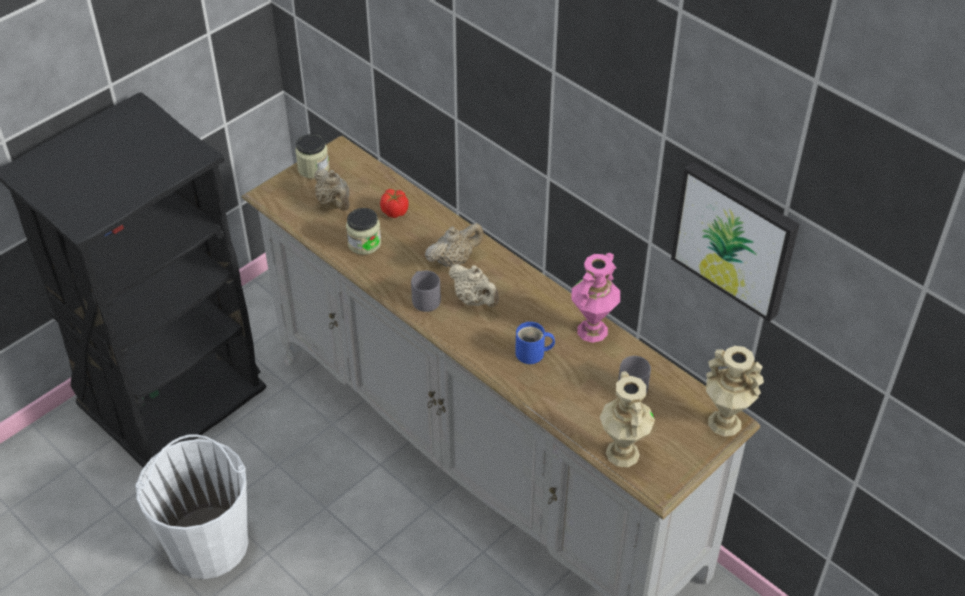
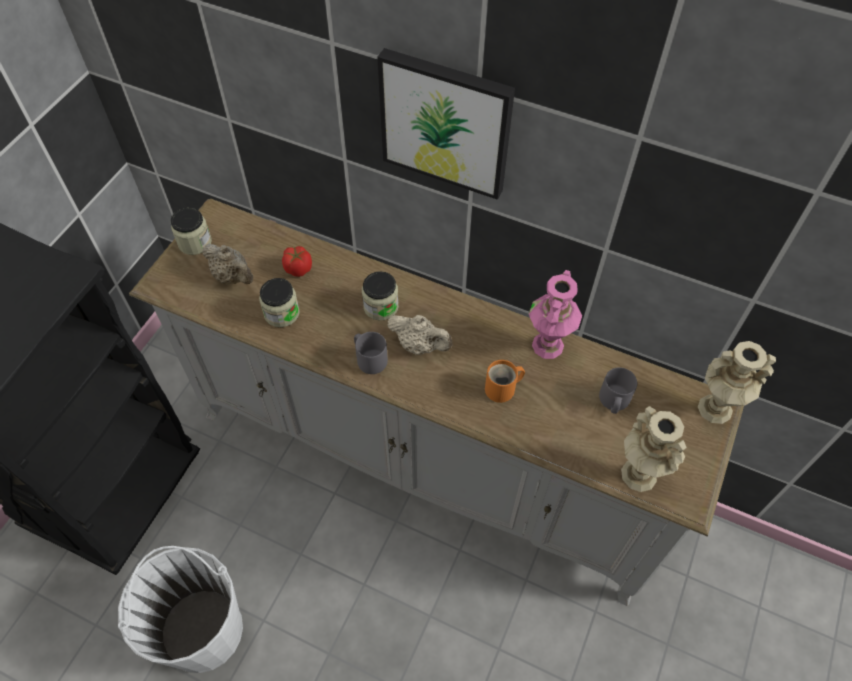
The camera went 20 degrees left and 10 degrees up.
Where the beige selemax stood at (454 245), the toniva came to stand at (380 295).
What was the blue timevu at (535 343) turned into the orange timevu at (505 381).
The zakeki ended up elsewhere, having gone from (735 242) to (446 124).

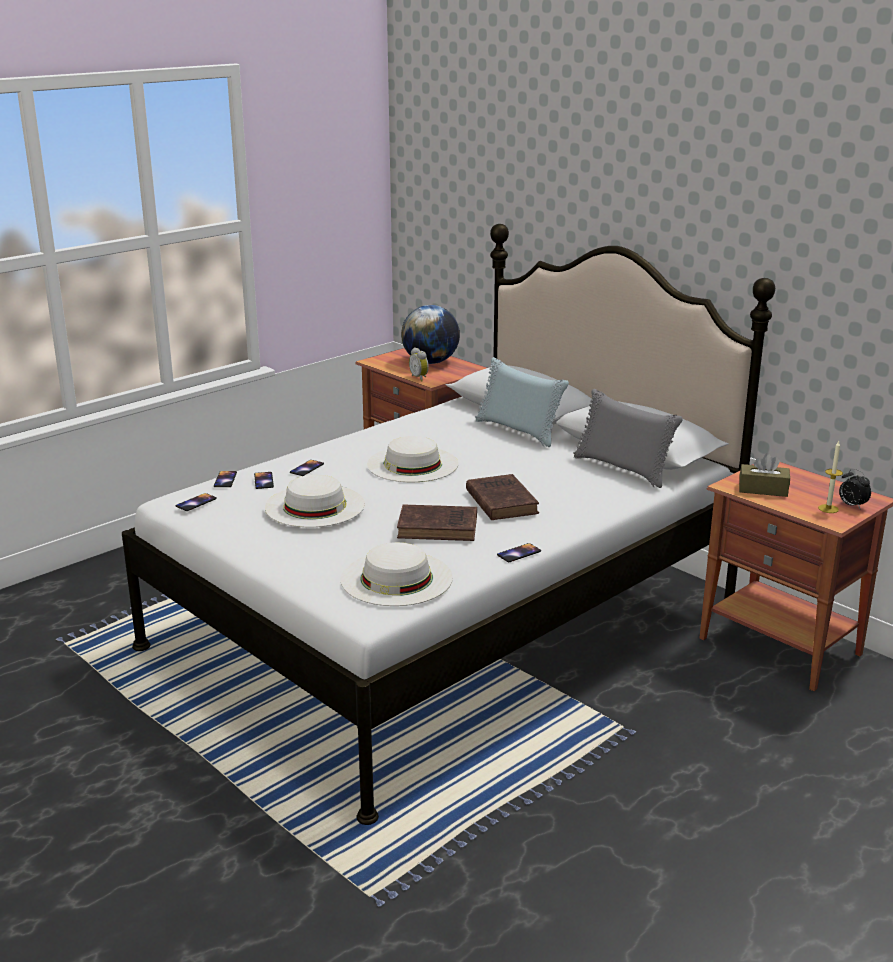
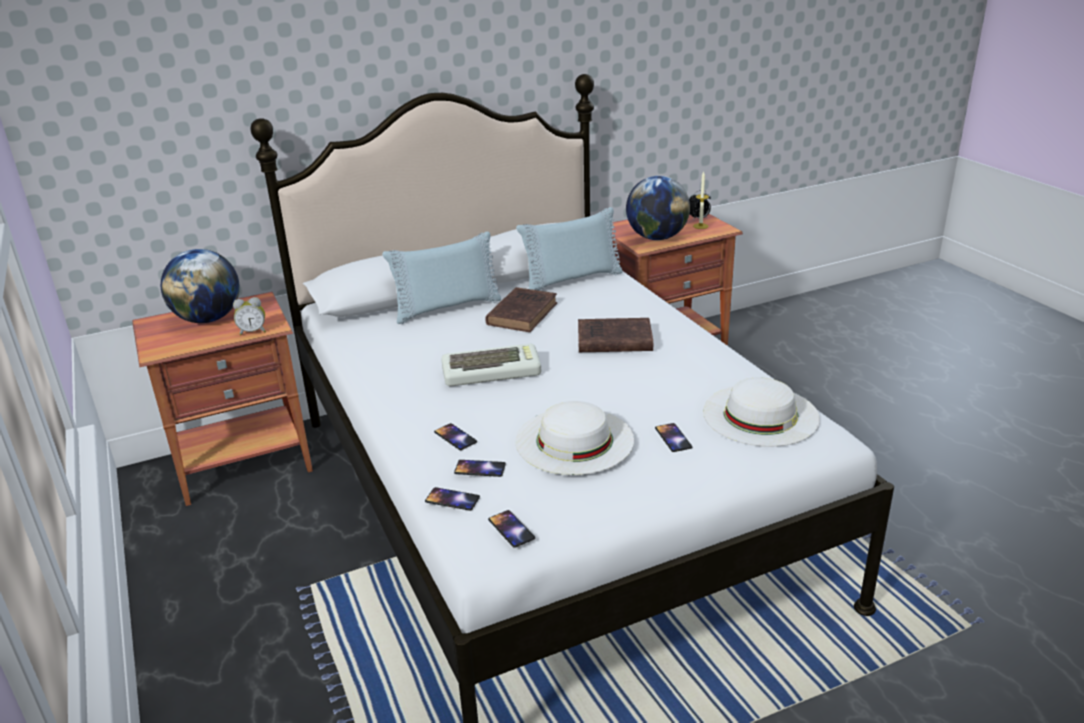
The camera went 70 degrees left and 5 degrees up.
Where the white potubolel stood at (412 459), the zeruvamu came to stand at (491 365).
The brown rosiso ended up elsewhere, having gone from (437 522) to (521 309).
The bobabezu ended up elsewhere, having gone from (519 552) to (673 437).
What was the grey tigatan at (628 438) turned into the blue tigatan at (569 249).
Where the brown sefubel stood at (764 475), the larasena came to stand at (658 208).

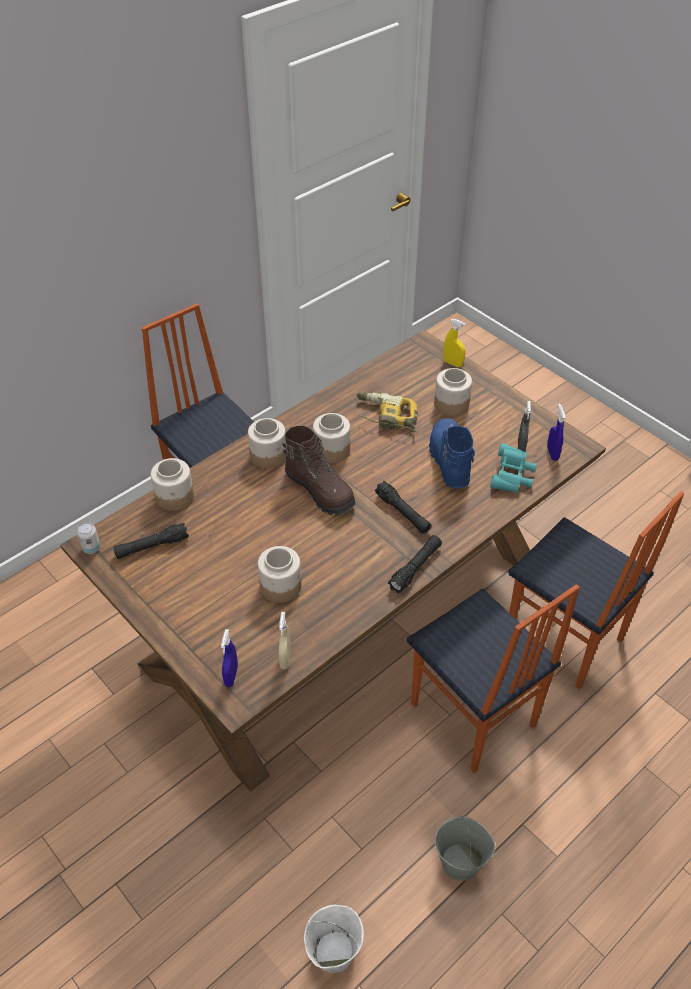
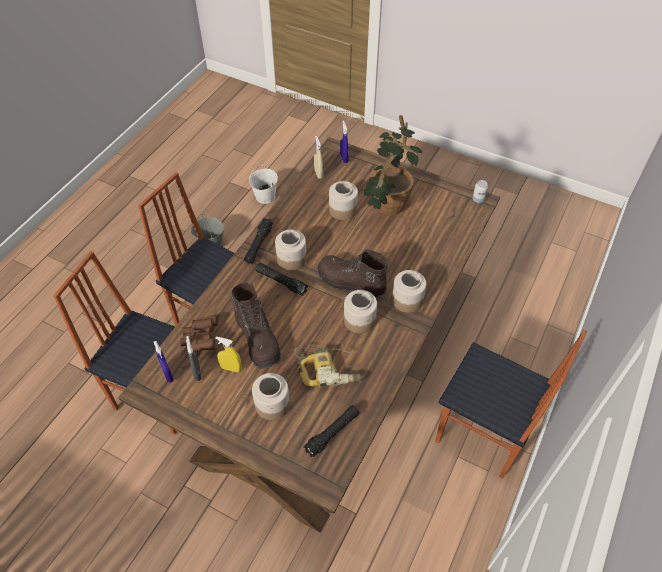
The camera went 160 degrees right and 5 degrees up.
The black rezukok ended up elsewhere, having gone from (151 541) to (331 431).
The toniva ended up elsewhere, having gone from (172 484) to (291 250).
What was the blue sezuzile at (452 453) turned into the brown sezuzile at (255 325).
The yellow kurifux ended up elsewhere, having gone from (454 343) to (228 355).
What was the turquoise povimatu at (513 468) turned into the brown povimatu at (199 333).
The second view gained the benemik at (393 165).

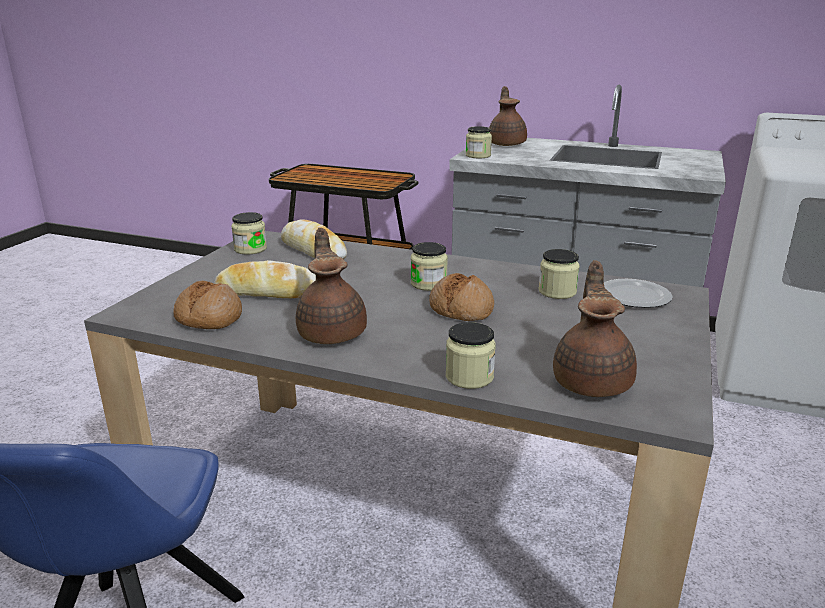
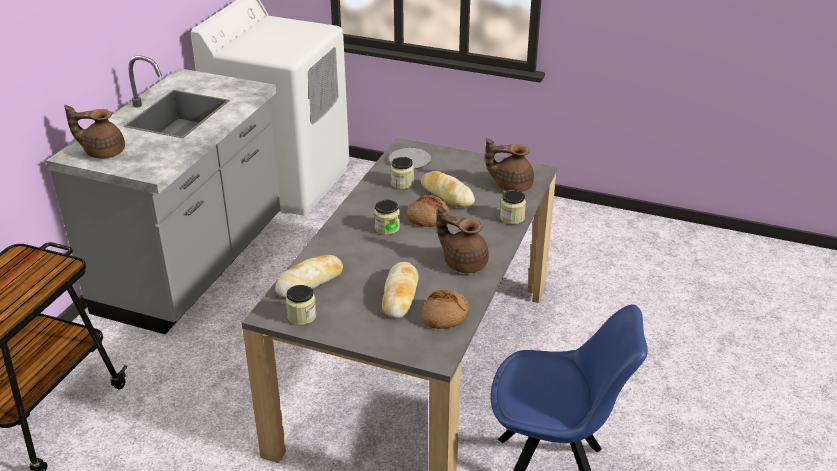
The camera went 90 degrees left and 10 degrees up.
The brown selemax at (331 286) ended up facing another way, 45 degrees clockwise from before.
The second view lost the toniva at (479 142).
The second view gained the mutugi at (448 189).

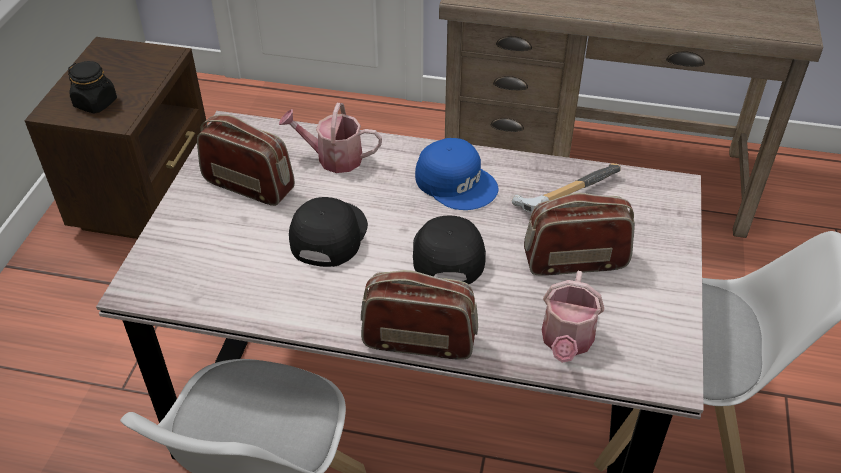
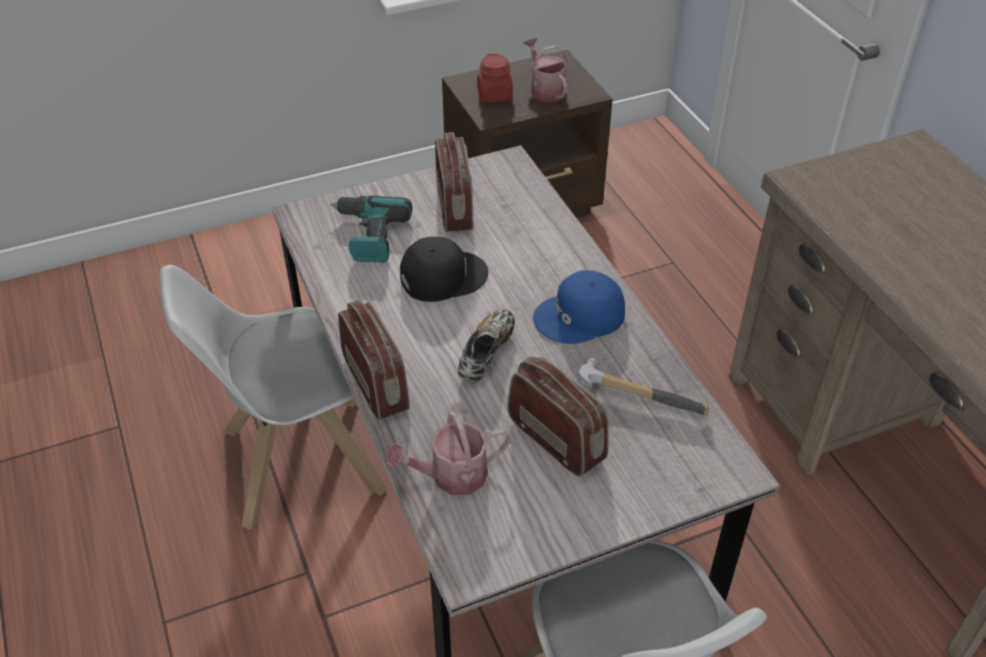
The camera went 55 degrees right and 0 degrees up.
What was the black toniva at (92 87) turned into the red toniva at (495 77).
The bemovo ended up elsewhere, having gone from (330 138) to (545 70).
Where the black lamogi stood at (449 249), the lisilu came to stand at (486 346).
The blue lamogi at (456 174) ended up facing another way, 60 degrees clockwise from before.
The second view gained the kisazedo at (371 229).

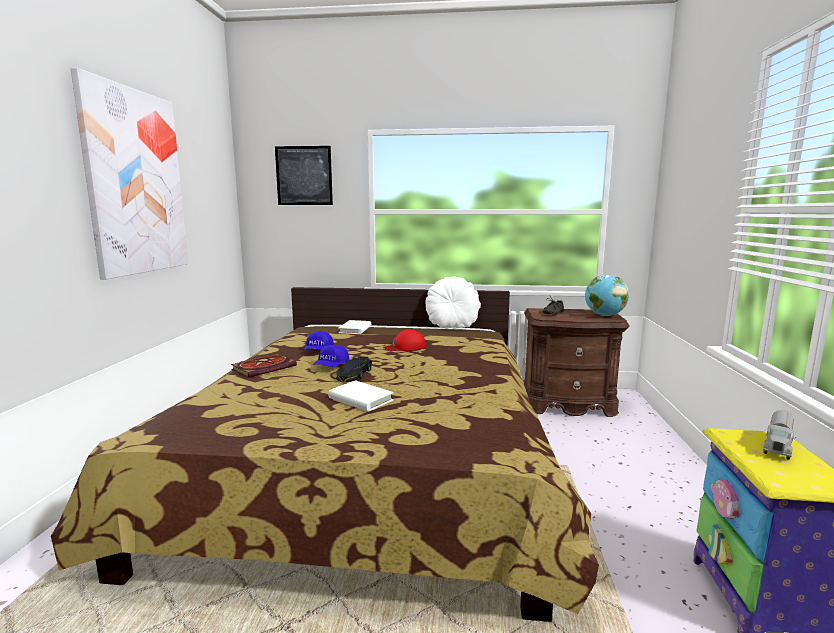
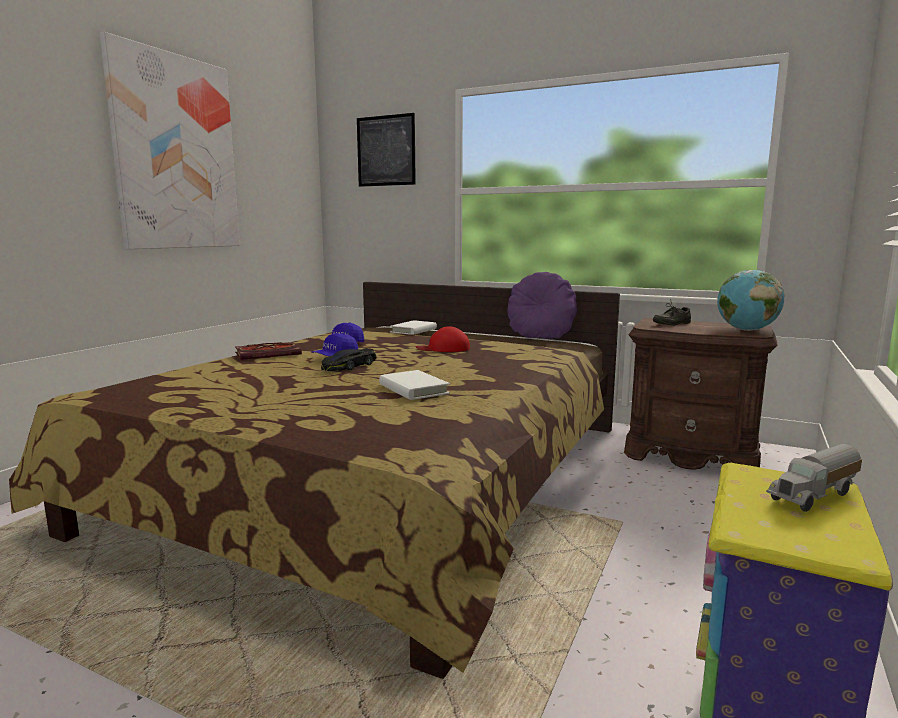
The camera went 20 degrees right and 0 degrees up.
The white rosiso ended up elsewhere, having gone from (361 396) to (414 385).
What was the white tigatan at (453 302) turned into the purple tigatan at (542 305).

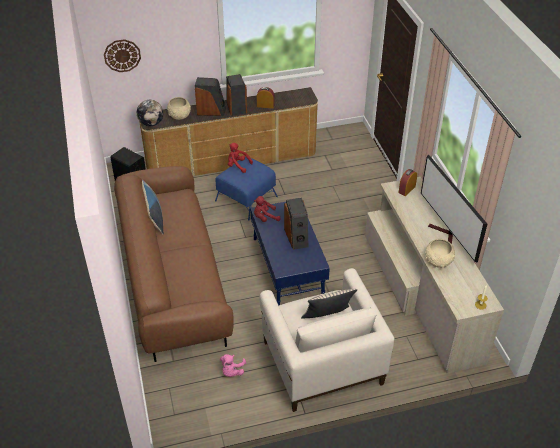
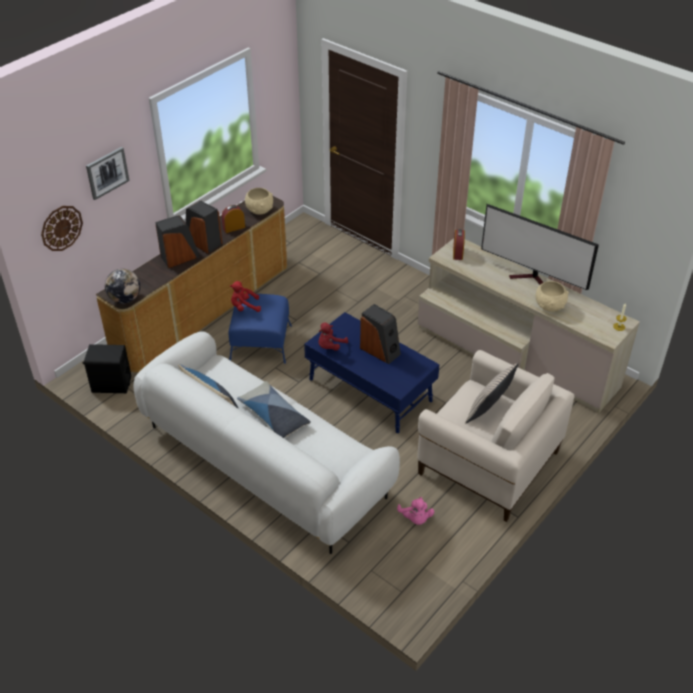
The camera went 35 degrees left and 0 degrees up.
What was the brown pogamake at (174 264) turned into the white pogamake at (267 442).
The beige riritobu ended up elsewhere, having gone from (179 108) to (259 201).
The second view gained the zakeki at (107 173).
The second view gained the tigatan at (274 409).

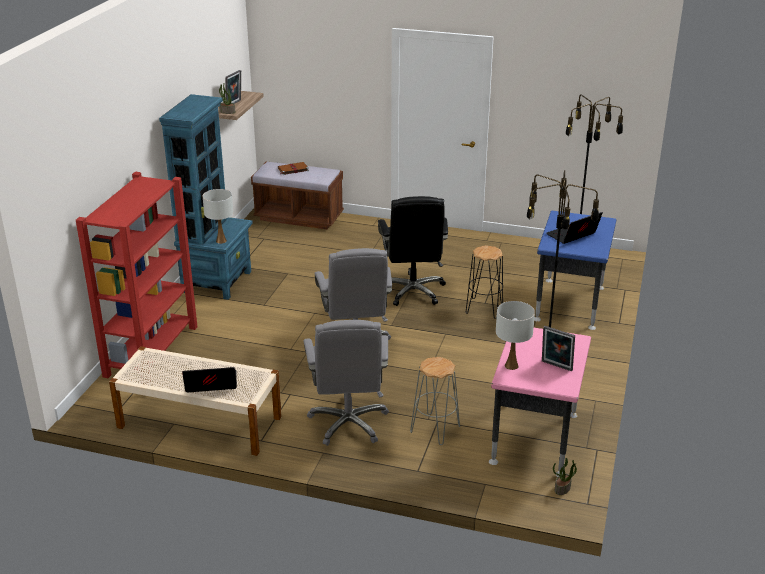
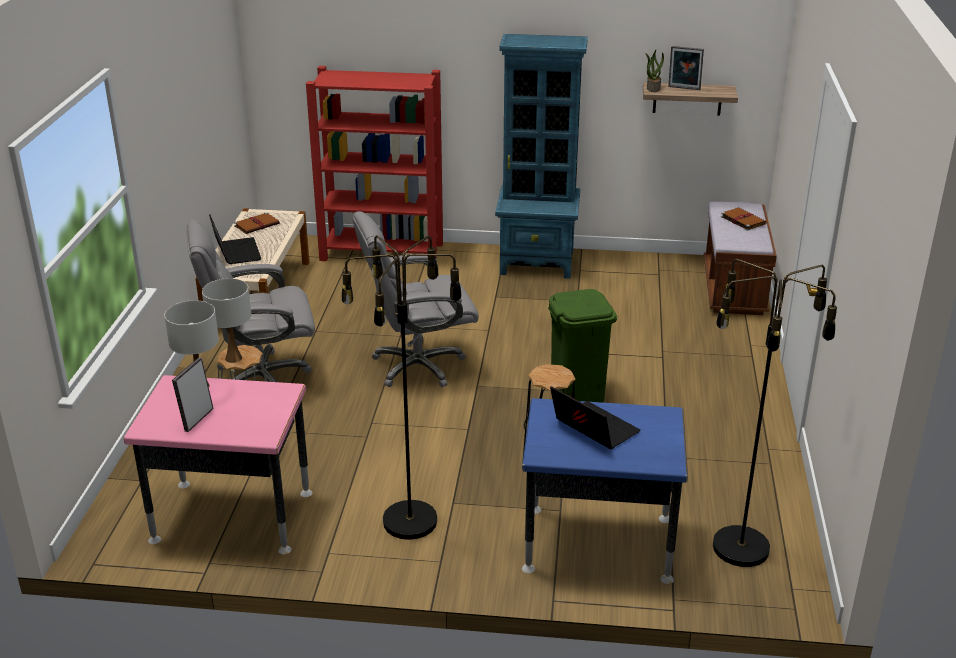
The camera went 80 degrees right and 0 degrees up.
The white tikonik ended up elsewhere, having gone from (218 216) to (226 320).
Where the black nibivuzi stood at (413 251), the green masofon came to stand at (582 346).
The second view lost the benemik at (565 476).
The second view gained the brown rosiso at (257 223).

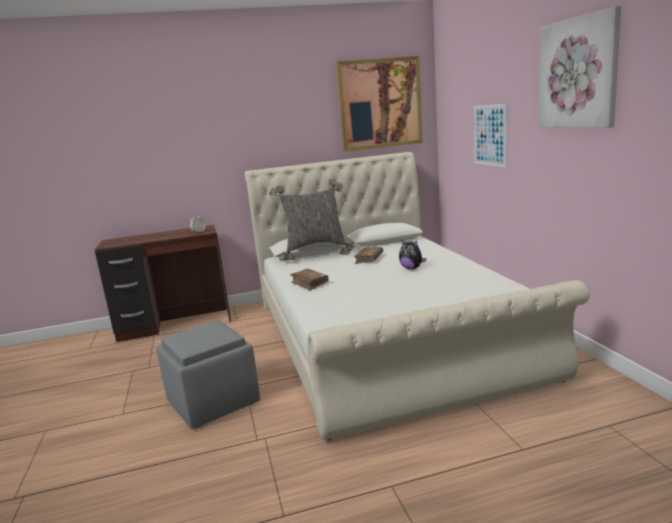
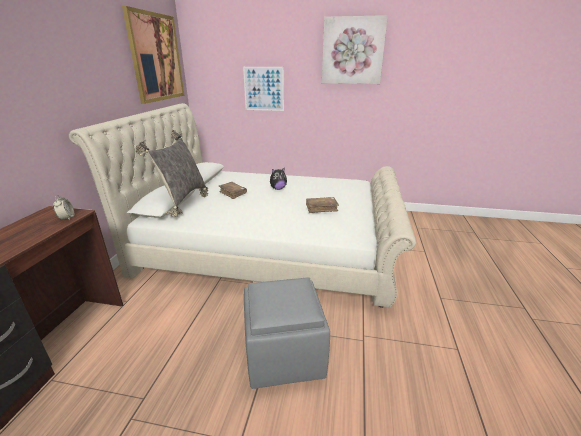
The camera went 65 degrees left and 10 degrees up.
The brown rosiso ended up elsewhere, having gone from (309 279) to (322 205).

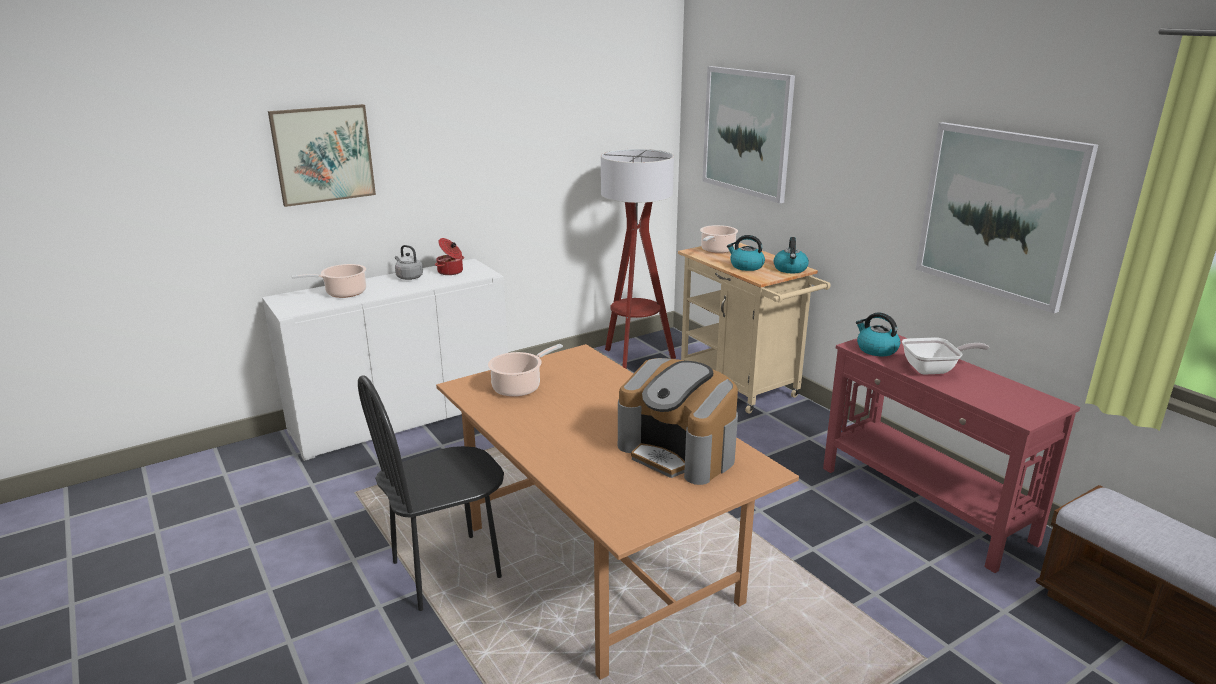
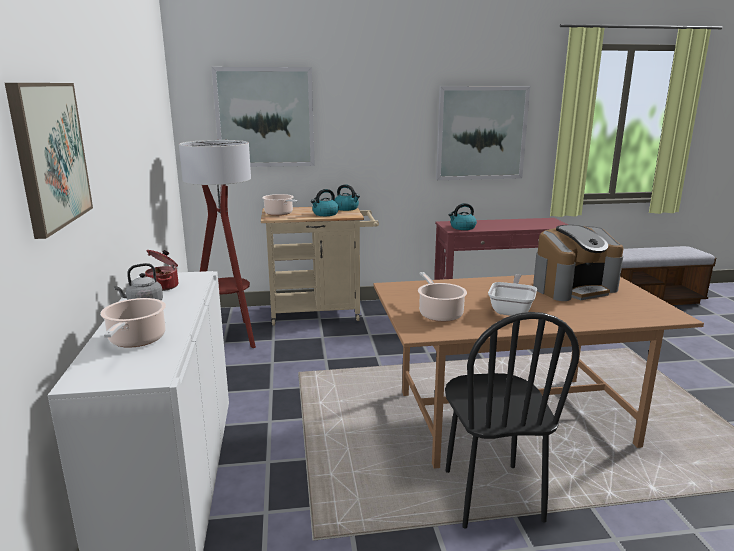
The camera went 65 degrees left and 5 degrees down.
The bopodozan ended up elsewhere, having gone from (945 356) to (512 295).

